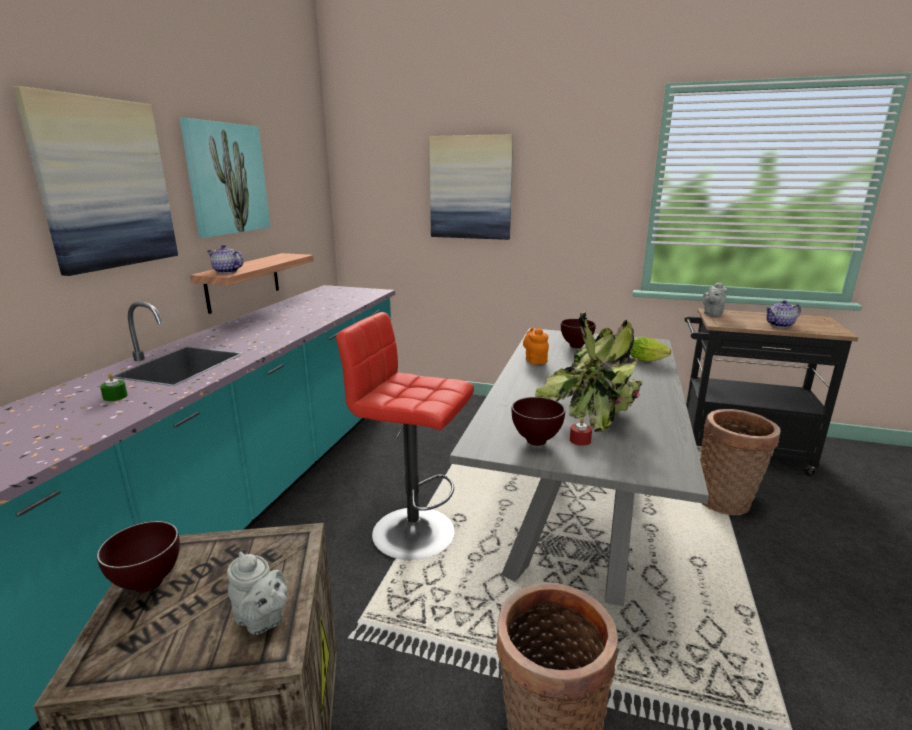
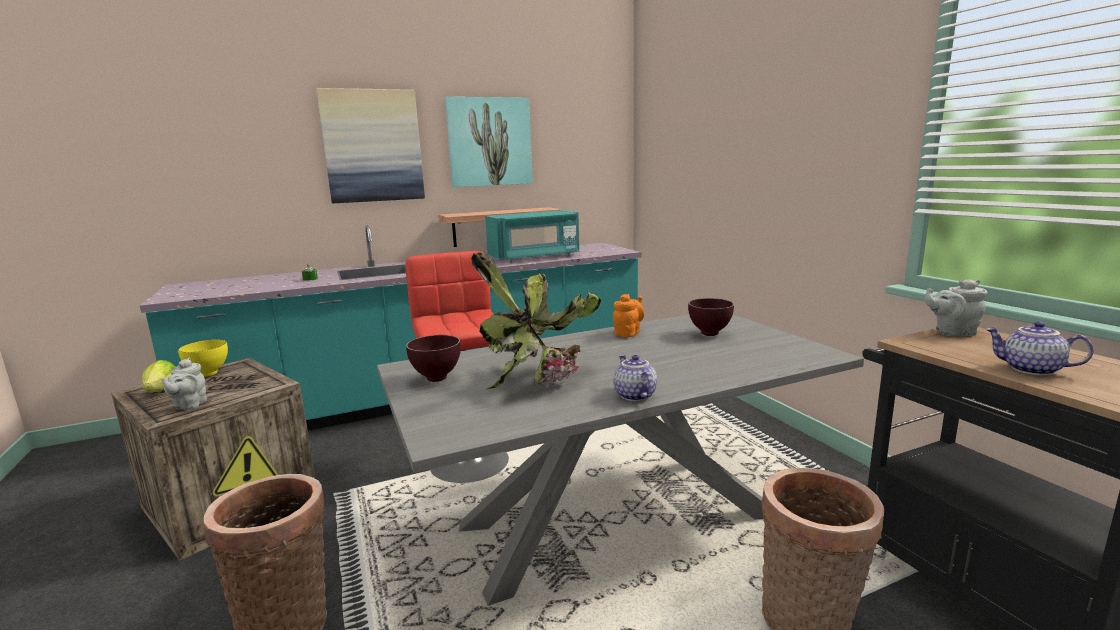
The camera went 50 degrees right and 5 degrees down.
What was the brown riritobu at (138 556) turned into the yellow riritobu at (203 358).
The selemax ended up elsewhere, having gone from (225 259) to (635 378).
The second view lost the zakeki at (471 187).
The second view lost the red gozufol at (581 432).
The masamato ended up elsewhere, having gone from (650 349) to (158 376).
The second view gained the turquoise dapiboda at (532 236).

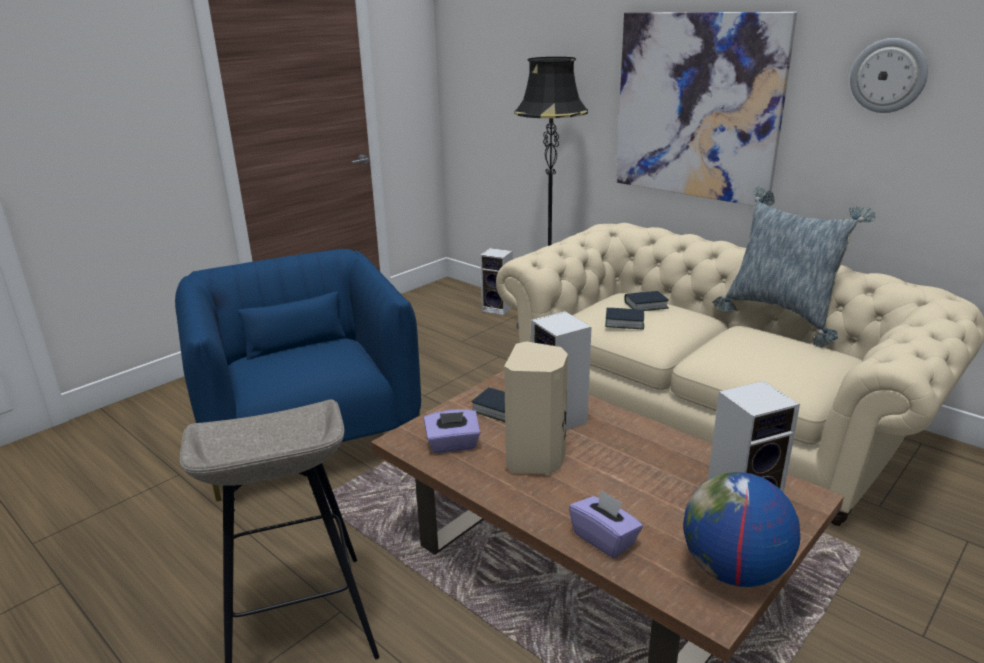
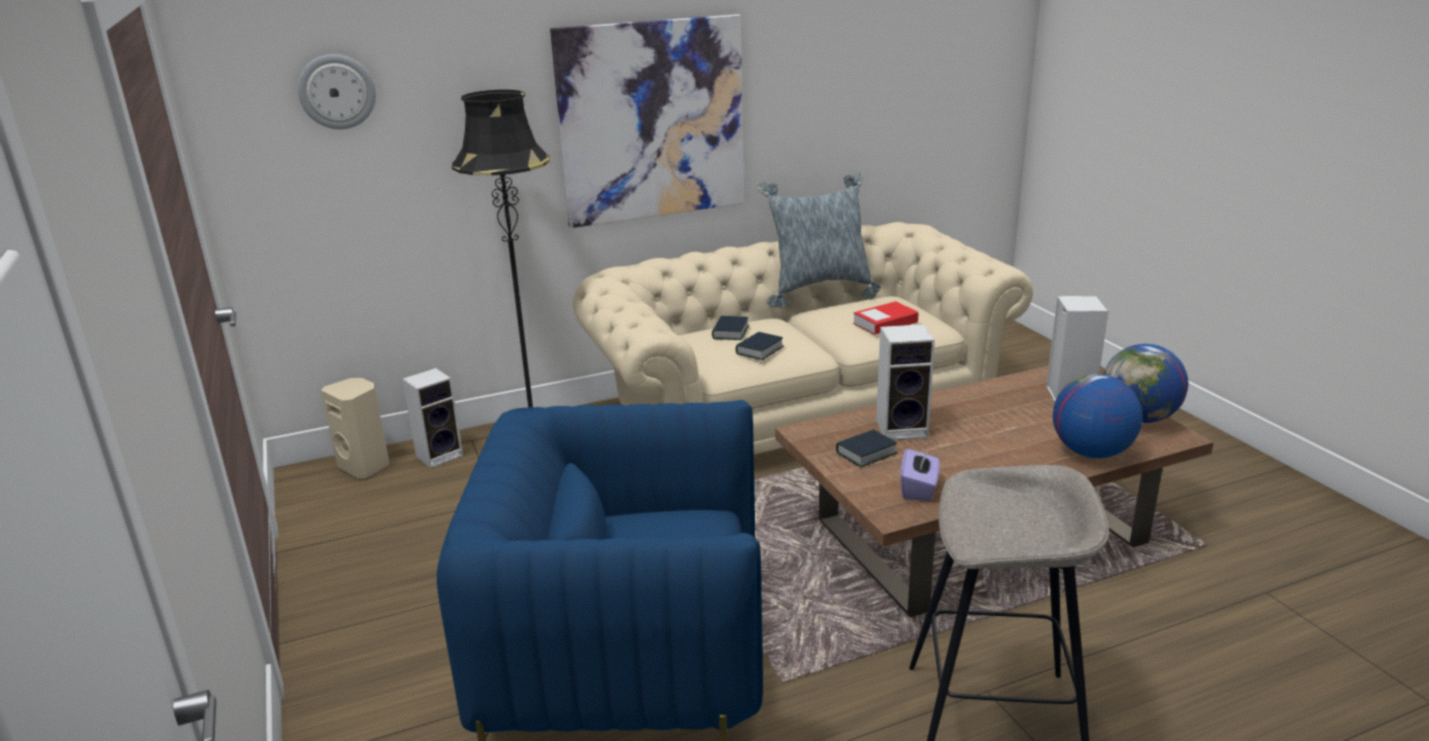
The camera went 65 degrees left and 0 degrees up.
The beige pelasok ended up elsewhere, having gone from (536 407) to (355 428).
Where the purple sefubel stood at (606 523), the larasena came to stand at (1097 416).
The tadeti ended up elsewhere, having gone from (889 75) to (337 91).
The second view gained the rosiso at (886 318).

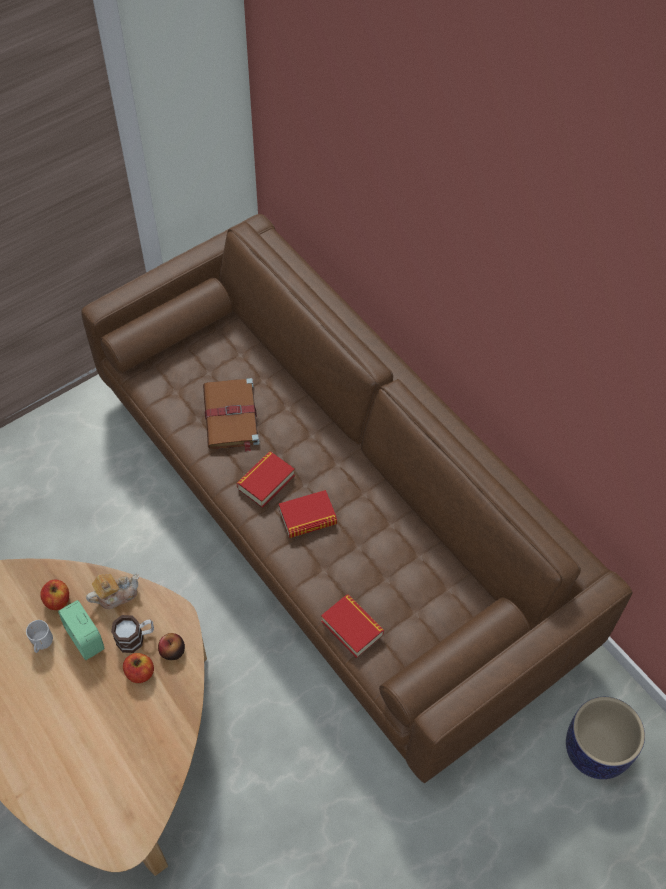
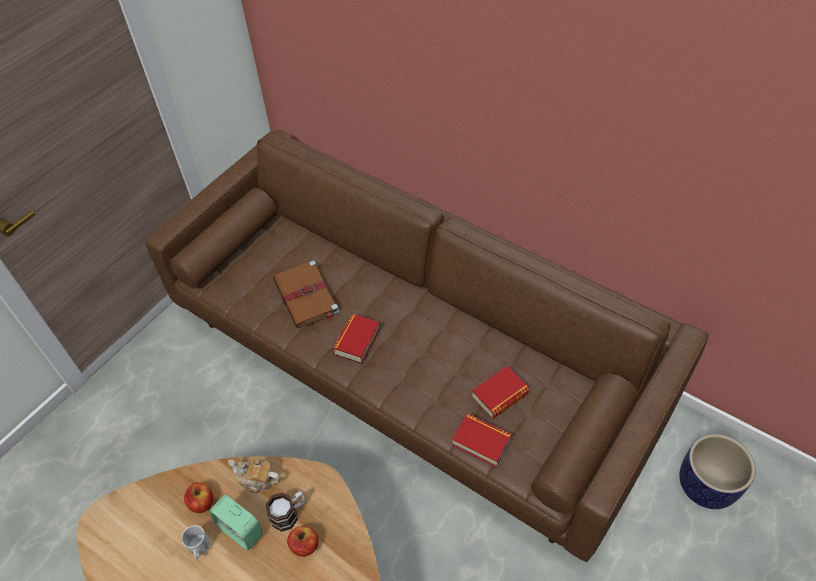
The camera went 15 degrees left and 5 degrees down.
The selemax at (112 591) ended up facing another way, 120 degrees counterclockwise from before.
The second view lost the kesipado at (171 646).
The rosiso ended up elsewhere, having gone from (308 514) to (501 392).

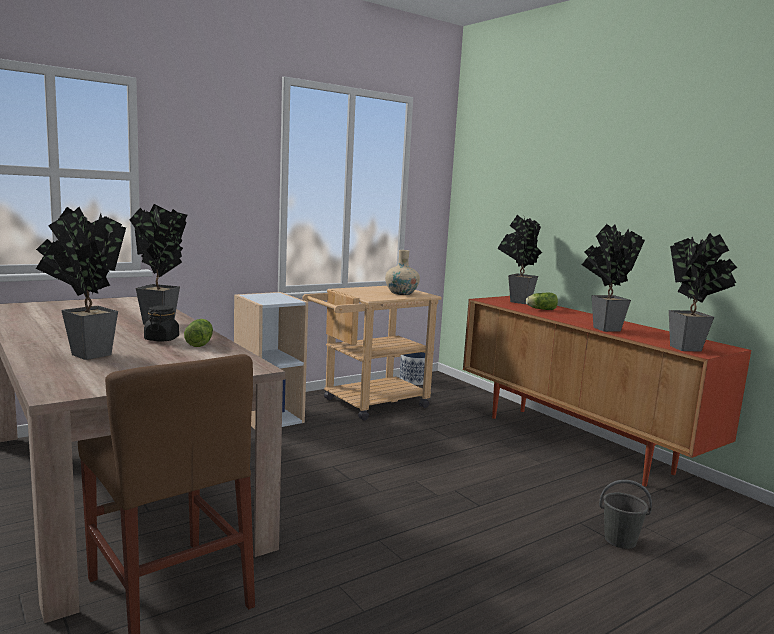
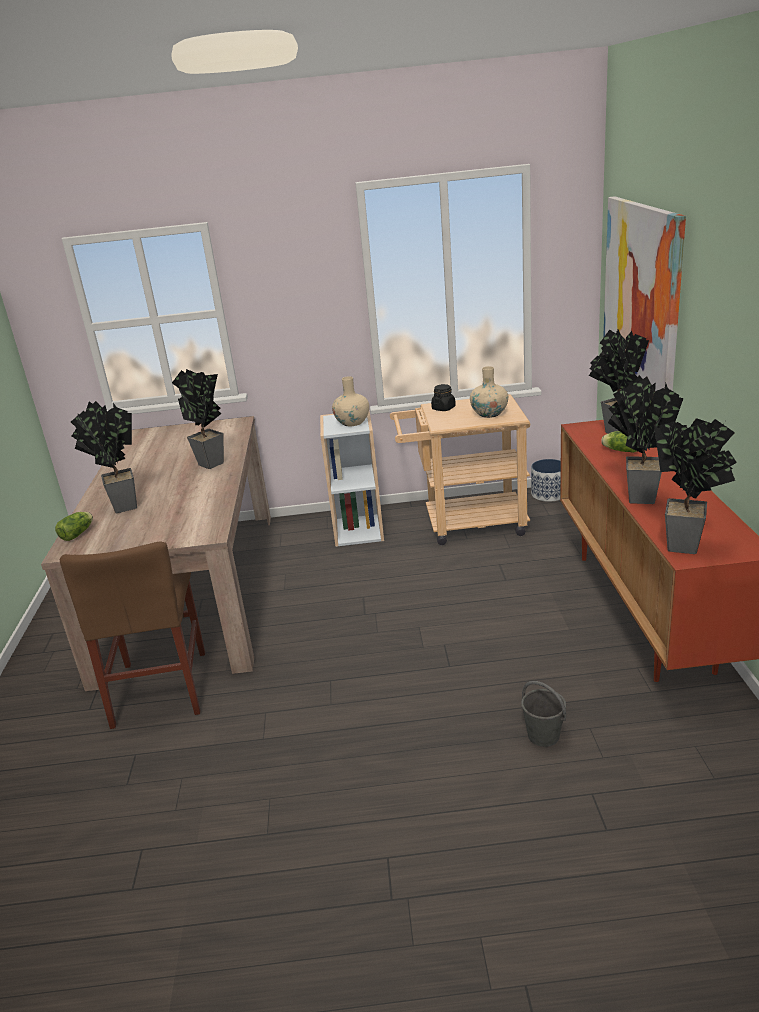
The camera went 35 degrees right and 15 degrees up.
The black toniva ended up elsewhere, having gone from (161 323) to (443 397).
The masamato ended up elsewhere, having gone from (198 333) to (74 526).
The second view gained the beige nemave at (350 401).
The second view gained the zakeki at (644 293).

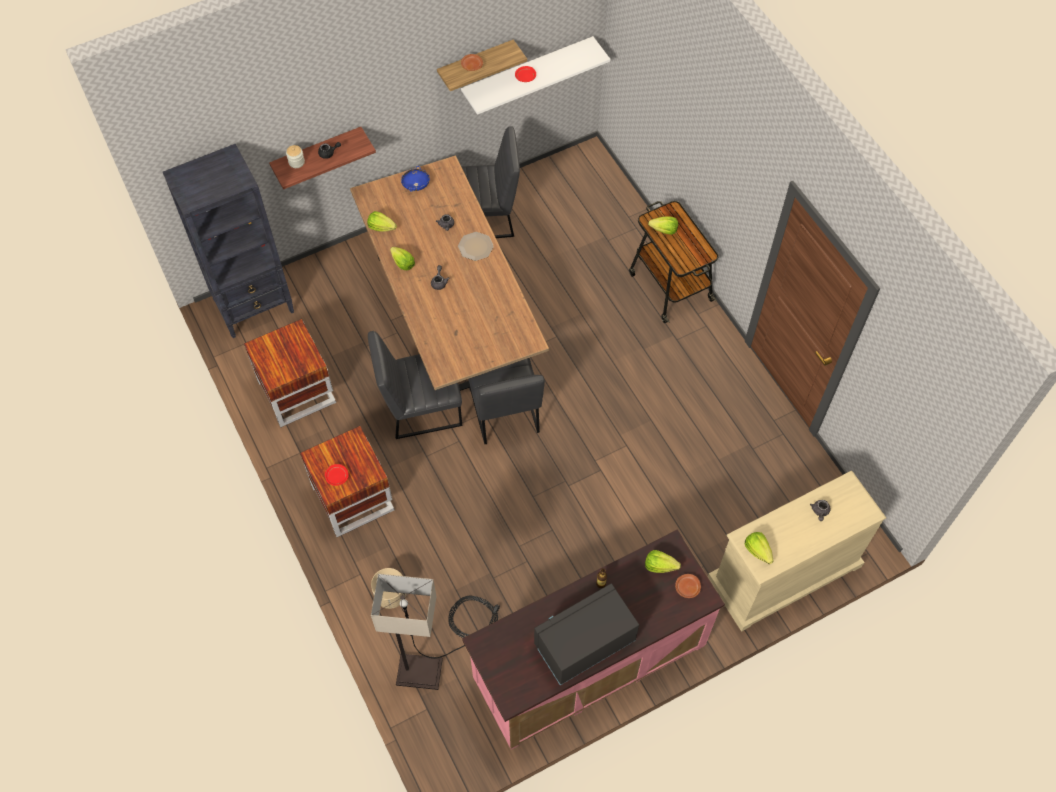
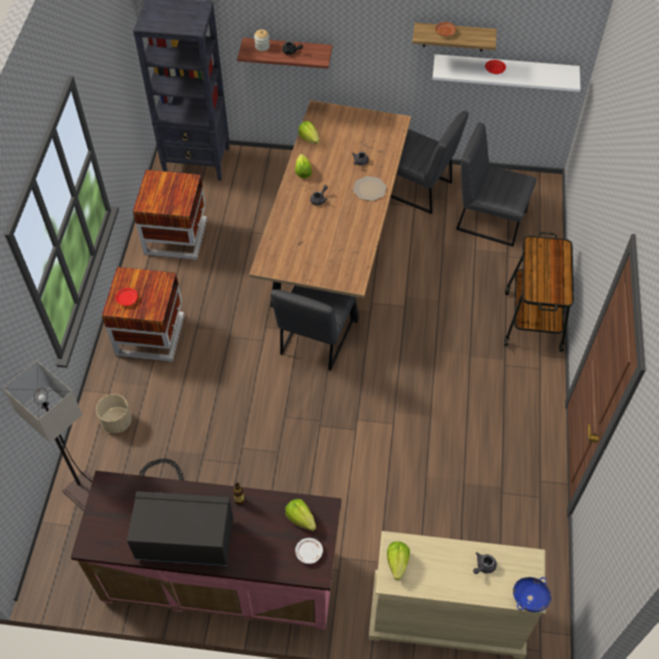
The camera went 35 degrees right and 5 degrees down.
The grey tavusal ended up elsewhere, having gone from (415 385) to (496 184).
The blue riritobu ended up elsewhere, having gone from (415 179) to (532 594).
The second view lost the masamato at (663 225).
What was the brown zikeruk at (688 586) turned into the white zikeruk at (309 551).

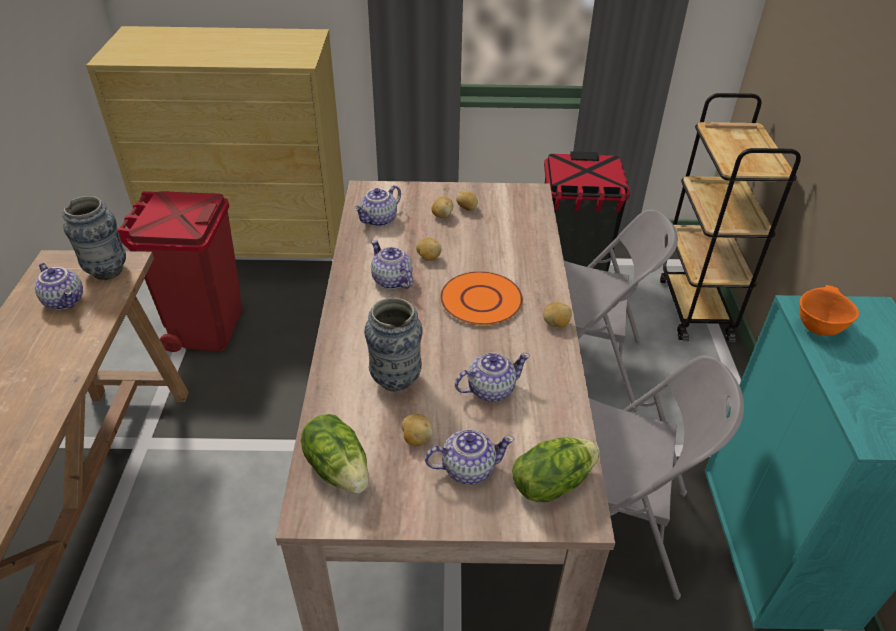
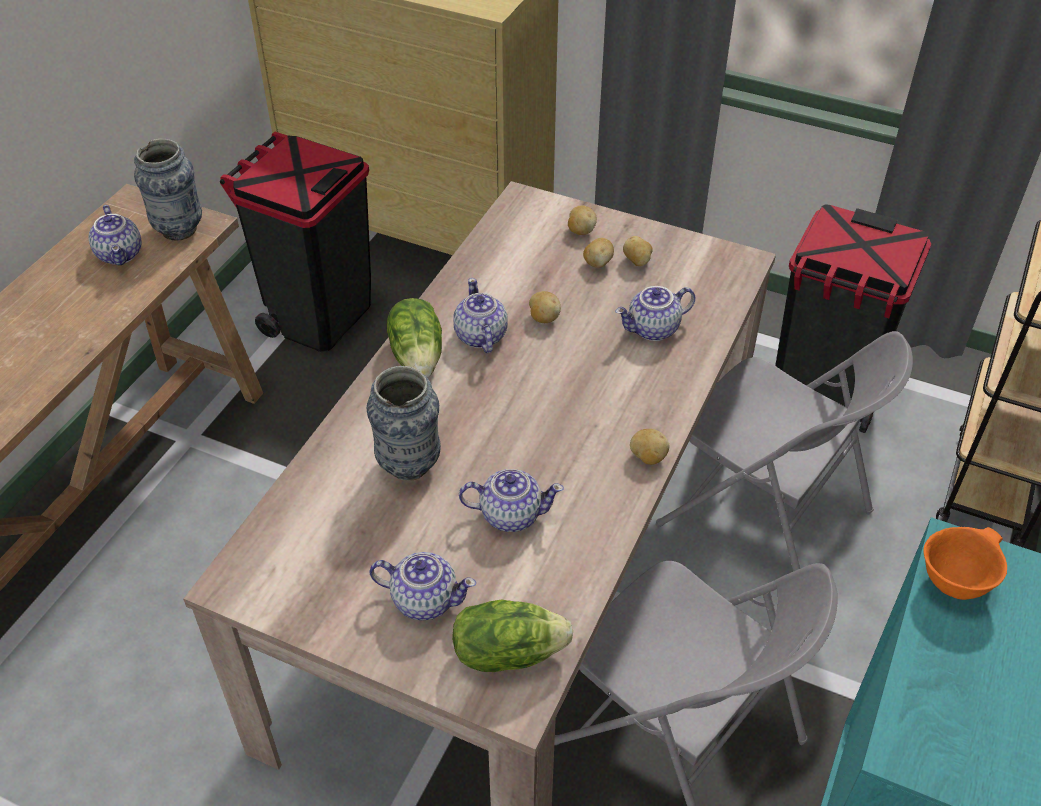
The camera went 25 degrees right and 5 degrees up.
What was the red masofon at (179 271) turned into the black masofon at (295 242).
The masamato ended up elsewhere, having gone from (335 453) to (414 338).
The selemax ended up elsewhere, having gone from (377 206) to (655 313).
The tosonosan ended up elsewhere, having gone from (417 430) to (582 220).
The second view lost the orange zikeruk at (481 298).

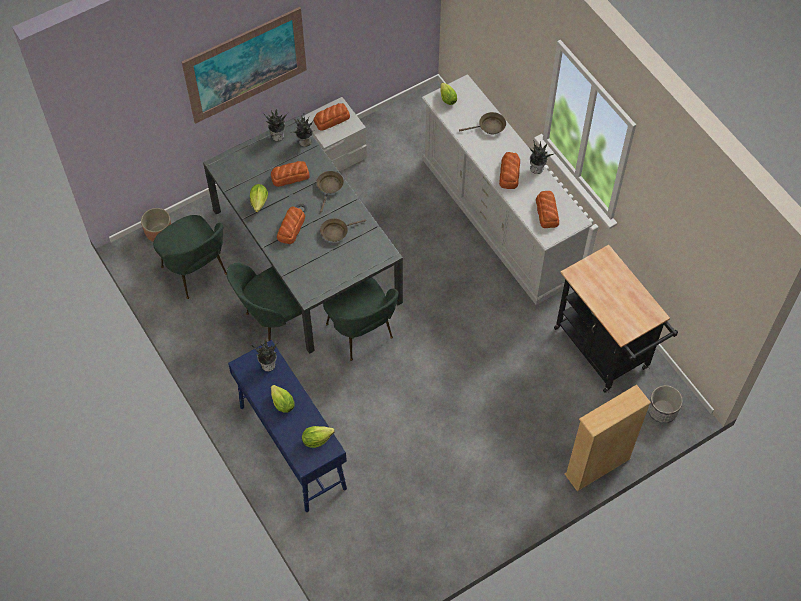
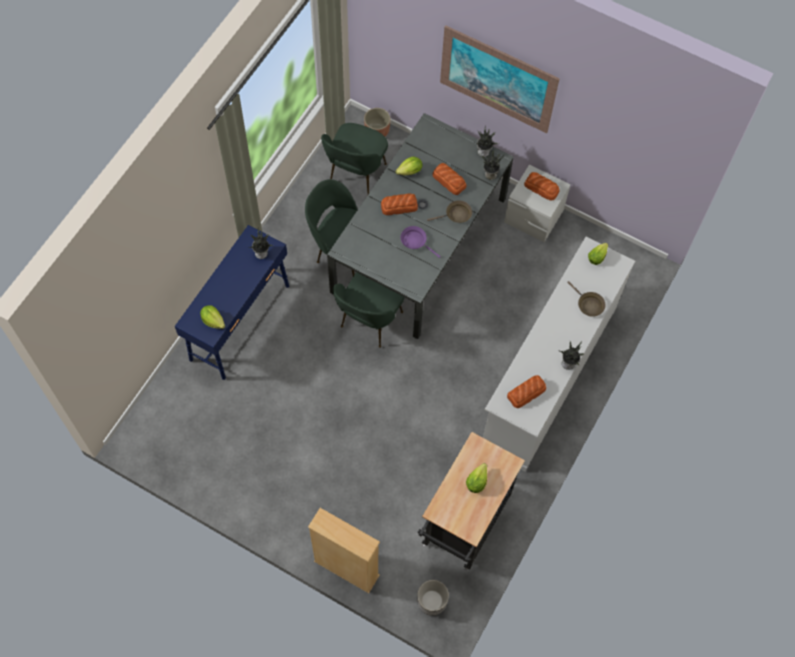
The camera went 60 degrees right and 5 degrees up.
The masamato ended up elsewhere, having gone from (283 399) to (476 478).
What was the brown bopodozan at (343 230) turned into the purple bopodozan at (421 242).
The second view lost the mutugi at (509 170).

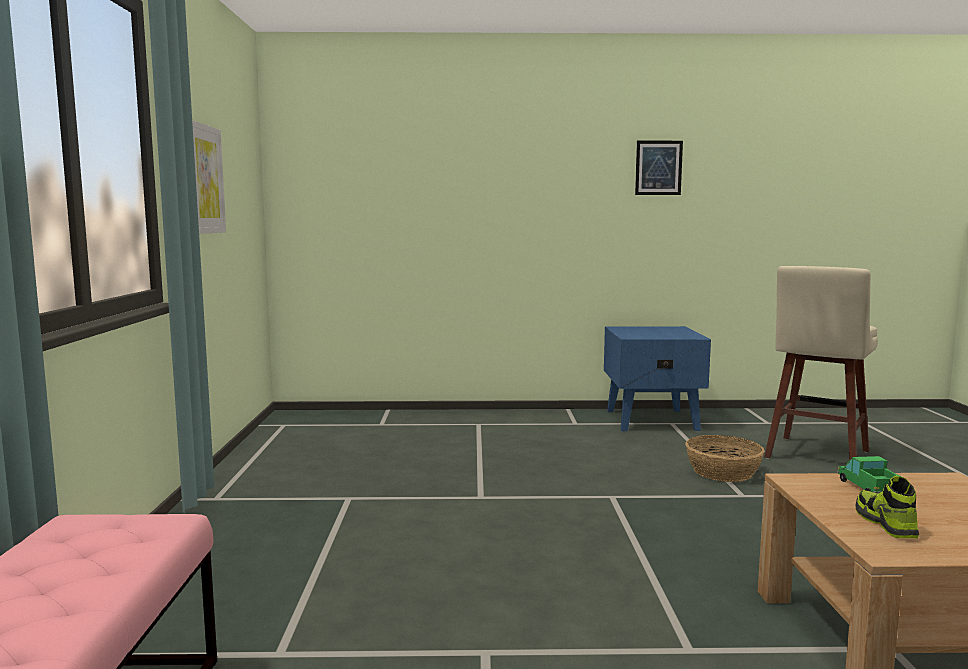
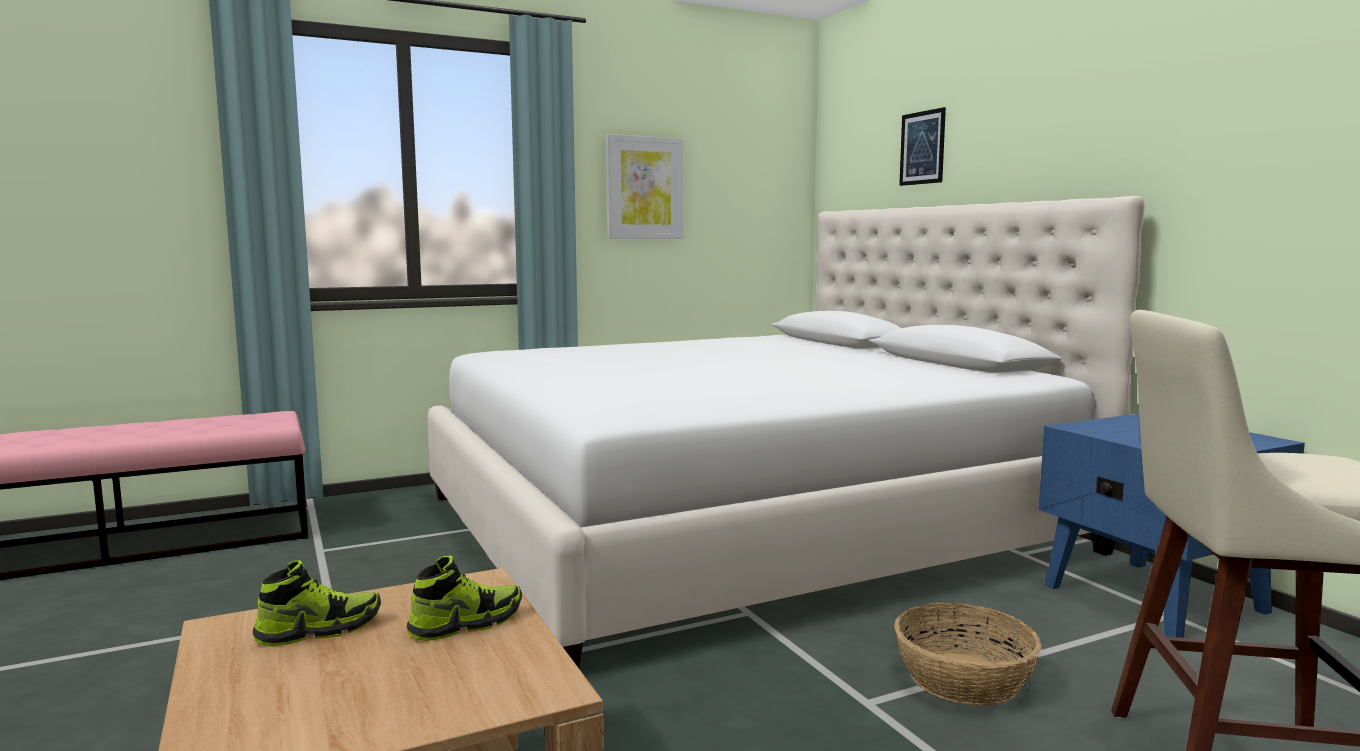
The camera went 65 degrees right and 0 degrees up.
The zakeki ended up elsewhere, having gone from (659 168) to (922 146).
Where the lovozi stood at (869 475), the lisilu came to stand at (464 598).
The second view gained the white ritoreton at (786 432).

